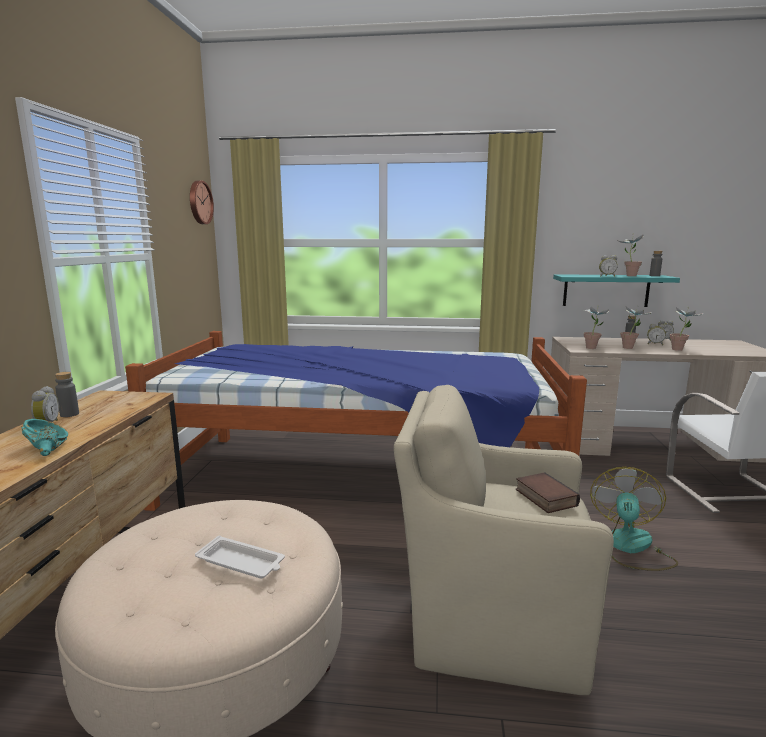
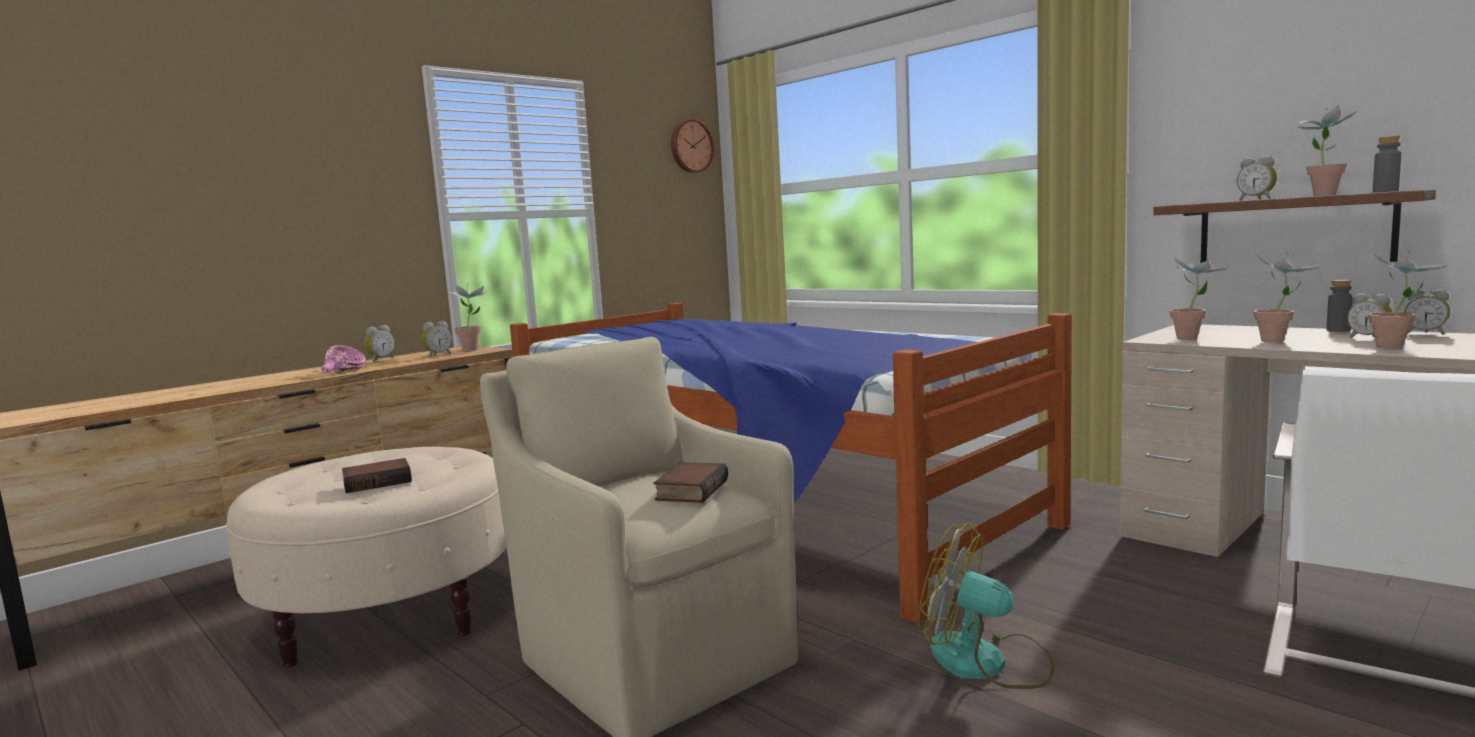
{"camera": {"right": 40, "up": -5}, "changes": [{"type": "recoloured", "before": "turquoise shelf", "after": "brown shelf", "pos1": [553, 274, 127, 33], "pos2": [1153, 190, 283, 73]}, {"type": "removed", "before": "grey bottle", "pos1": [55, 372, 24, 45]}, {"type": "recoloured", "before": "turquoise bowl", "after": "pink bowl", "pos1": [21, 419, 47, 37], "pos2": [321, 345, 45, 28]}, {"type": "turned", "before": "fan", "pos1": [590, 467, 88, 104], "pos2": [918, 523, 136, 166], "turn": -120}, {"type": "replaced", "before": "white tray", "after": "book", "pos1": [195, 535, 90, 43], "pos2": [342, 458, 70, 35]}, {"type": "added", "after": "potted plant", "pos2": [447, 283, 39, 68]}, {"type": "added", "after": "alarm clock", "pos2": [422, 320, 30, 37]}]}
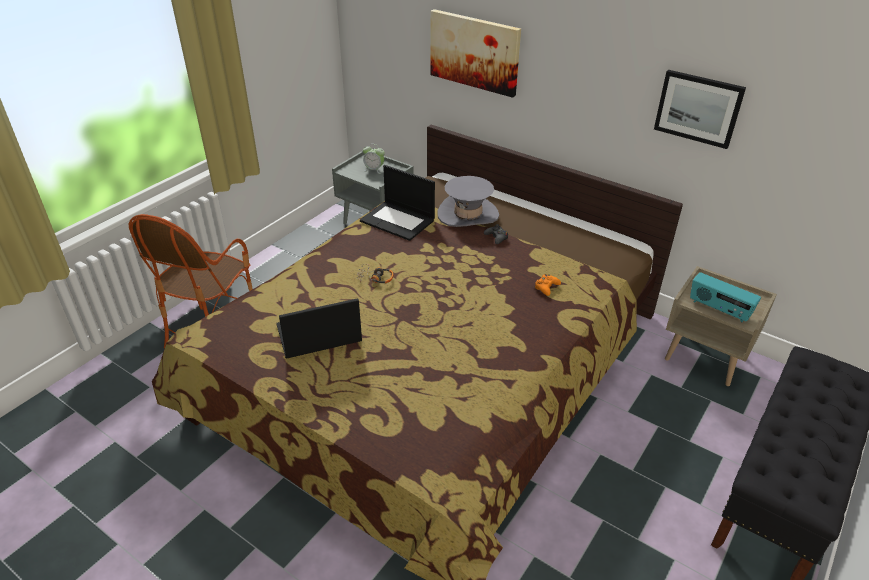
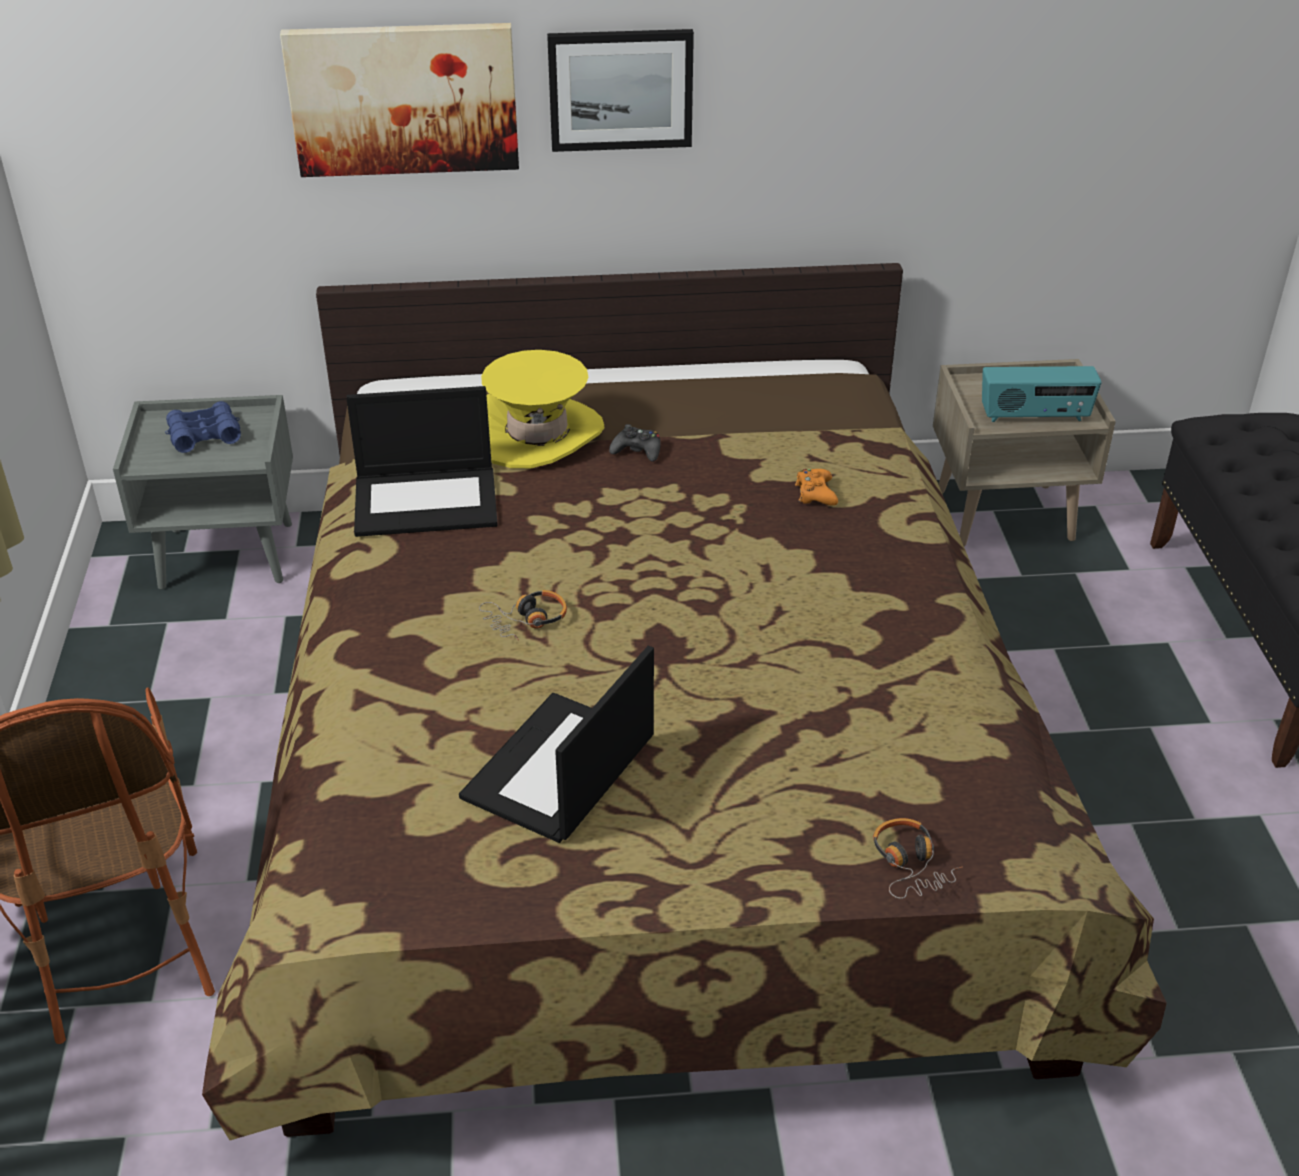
{"camera": {"right": -40, "up": 0}, "changes": [{"type": "moved", "before": "picture", "pos1": [654, 70, 92, 79], "pos2": [547, 29, 147, 123]}, {"type": "replaced", "before": "alarm clock", "after": "blue binoculars", "pos1": [363, 144, 22, 30], "pos2": [165, 401, 76, 52]}, {"type": "recoloured", "before": "grey hat", "after": "yellow hat", "pos1": [437, 176, 62, 51], "pos2": [481, 350, 124, 118]}, {"type": "added", "after": "headphones", "pos2": [873, 818, 90, 81]}]}
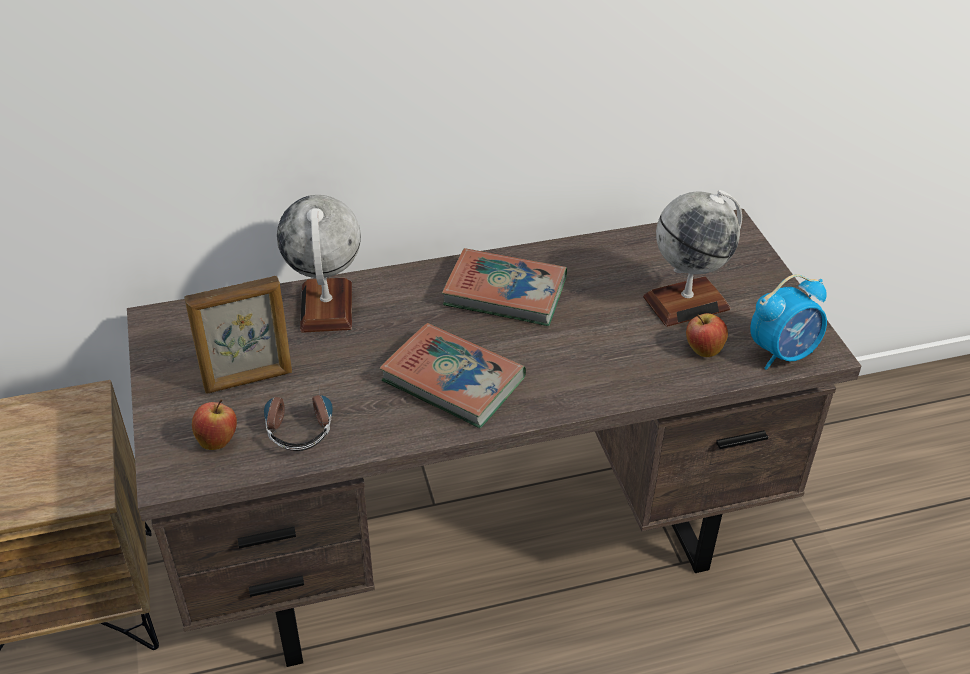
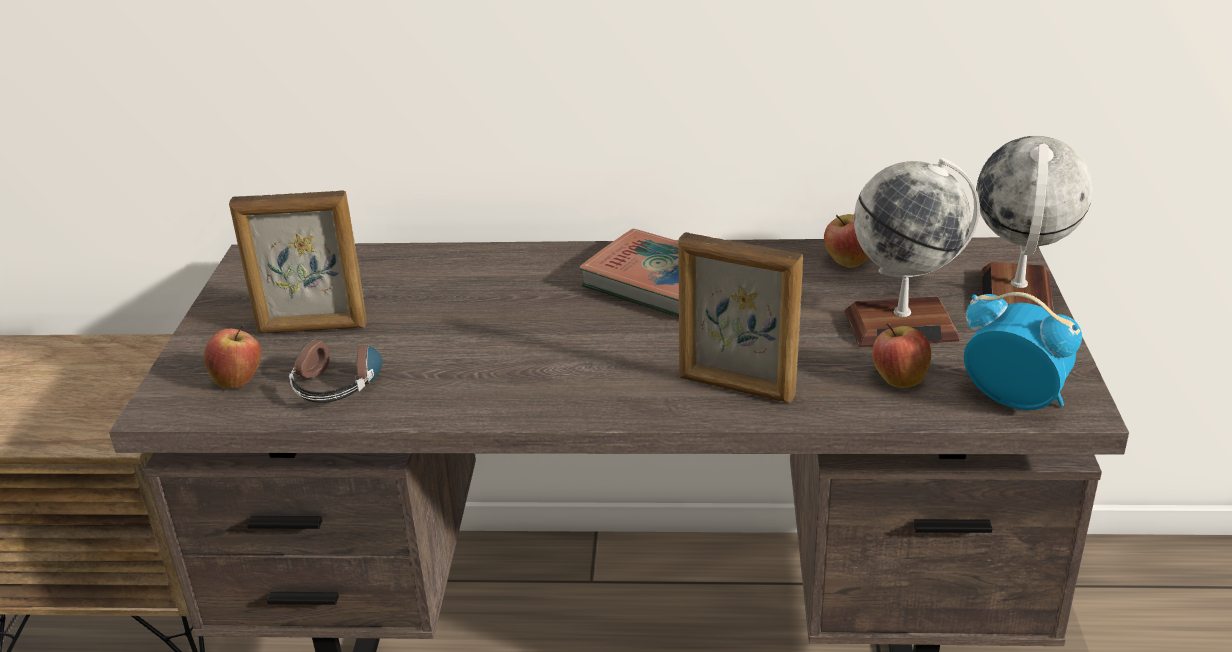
{"camera": {"right": 20, "up": -10}, "changes": [{"type": "moved", "before": "globe", "pos1": [277, 195, 84, 138], "pos2": [976, 136, 117, 176]}, {"type": "turned", "before": "alarm clock", "pos1": [750, 274, 77, 96], "pos2": [964, 292, 118, 118], "turn": -135}, {"type": "removed", "before": "book", "pos1": [380, 323, 146, 105]}, {"type": "added", "after": "apple", "pos2": [824, 214, 44, 53]}, {"type": "added", "after": "picture frame", "pos2": [679, 232, 124, 171]}]}
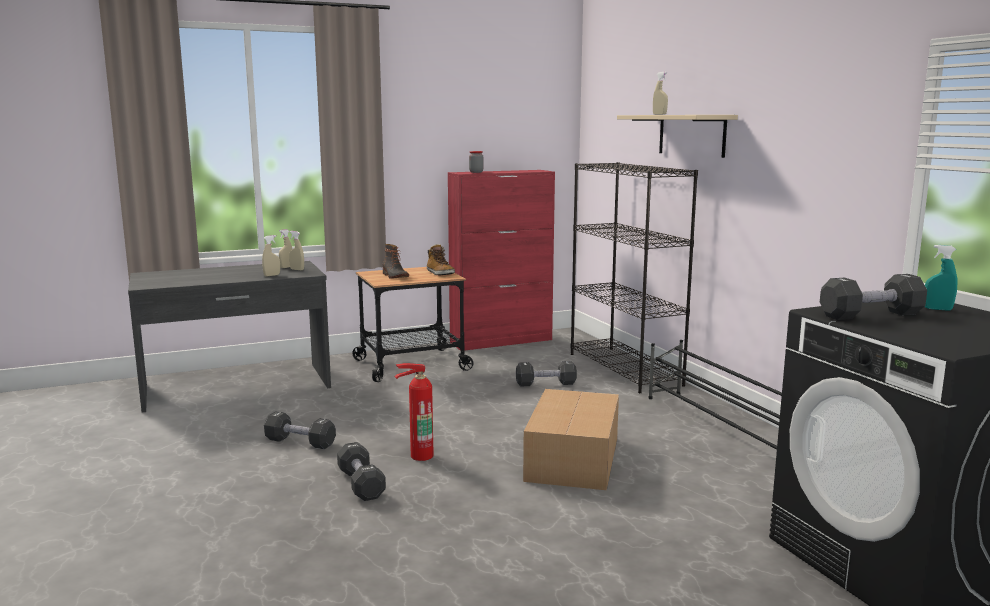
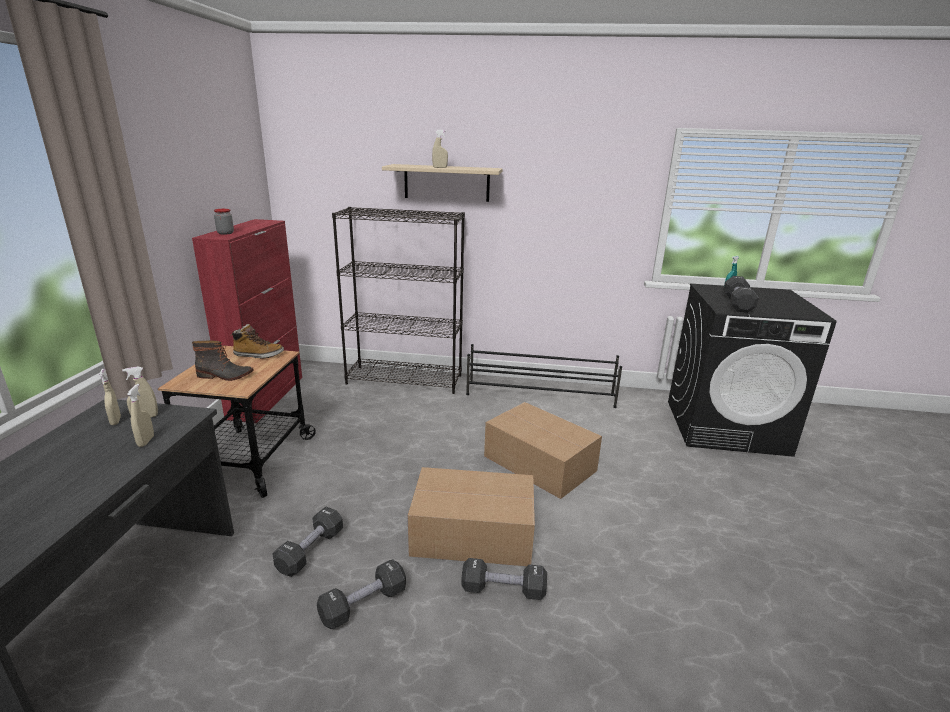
{"camera": {"right": -60, "up": 10}, "changes": [{"type": "moved", "before": "black dumbbell", "pos1": [516, 361, 61, 25], "pos2": [272, 507, 71, 70]}, {"type": "replaced", "before": "fire extinguisher", "after": "cardboard box", "pos1": [394, 363, 40, 98], "pos2": [408, 467, 127, 99]}]}
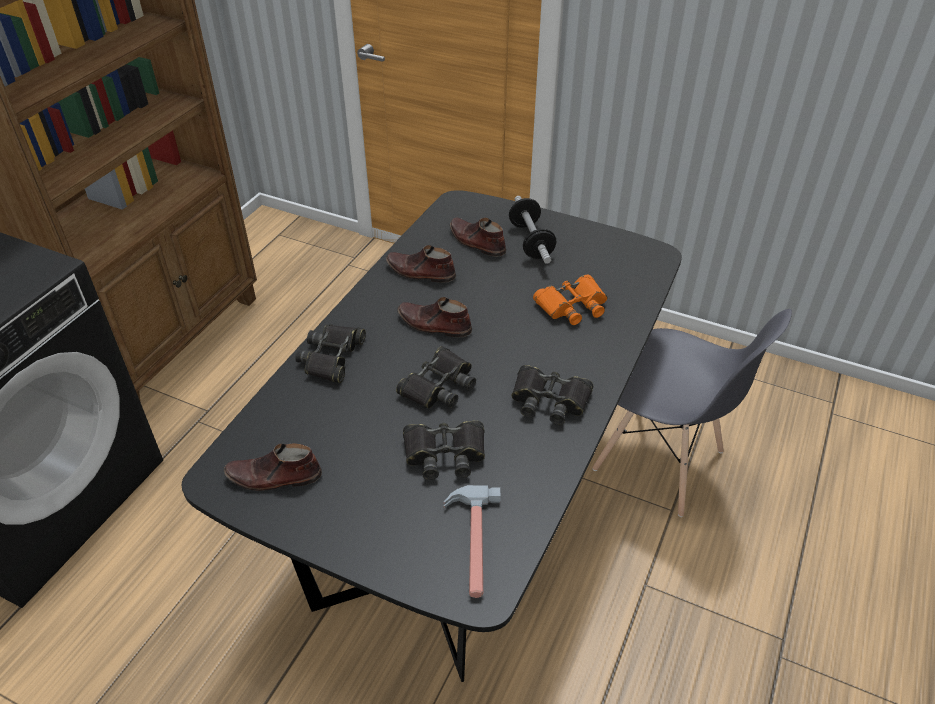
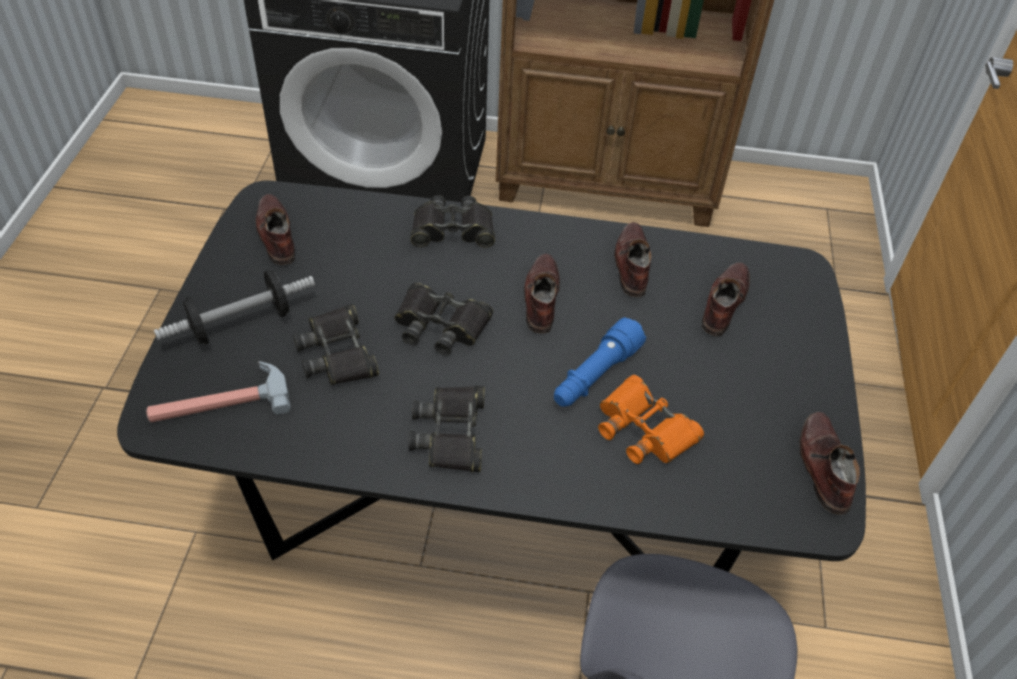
{"camera": {"right": 70, "up": 5}, "changes": [{"type": "moved", "before": "dumbbell", "pos1": [509, 196, 47, 68], "pos2": [154, 270, 161, 75]}, {"type": "added", "after": "blue flashlight", "pos2": [554, 317, 92, 89]}, {"type": "added", "after": "brown shoe", "pos2": [799, 412, 61, 103]}]}
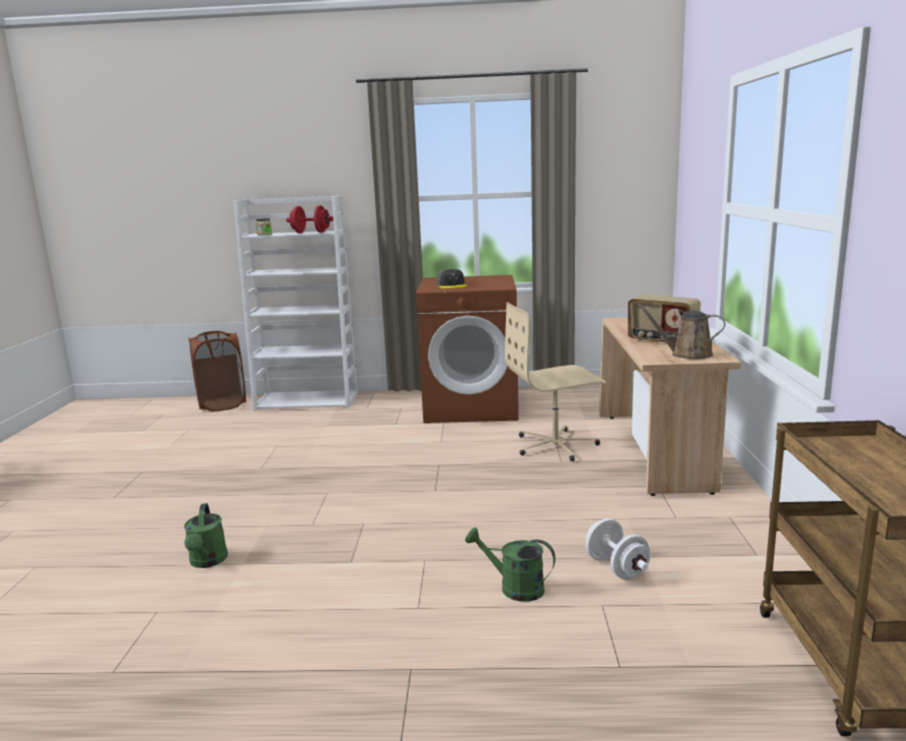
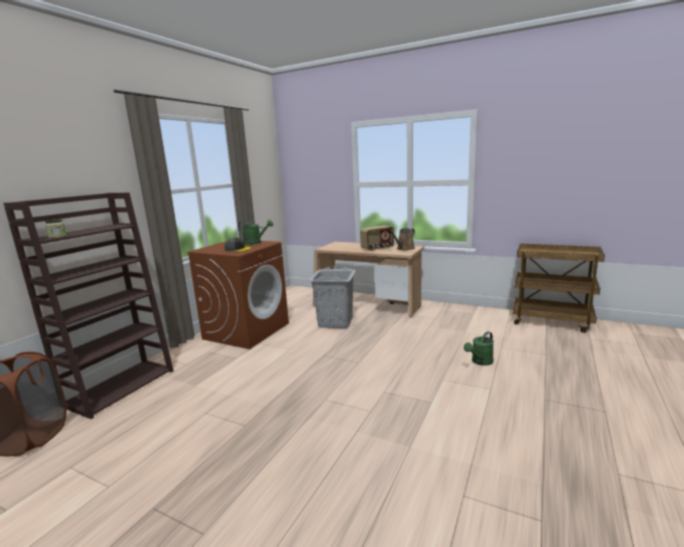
{"camera": {"right": -65, "up": 0}, "changes": [{"type": "recoloured", "before": "white bookcase", "after": "brown bookcase", "pos1": [234, 195, 124, 216], "pos2": [3, 192, 171, 227]}, {"type": "removed", "before": "red dumbbell", "pos1": [286, 206, 47, 27]}, {"type": "replaced", "before": "beige office chair", "after": "grey laundry basket", "pos1": [505, 302, 101, 159], "pos2": [309, 267, 47, 61]}, {"type": "moved", "before": "green watering can", "pos1": [184, 503, 44, 65], "pos2": [238, 220, 35, 25]}, {"type": "removed", "before": "white dumbbell", "pos1": [585, 518, 65, 61]}]}
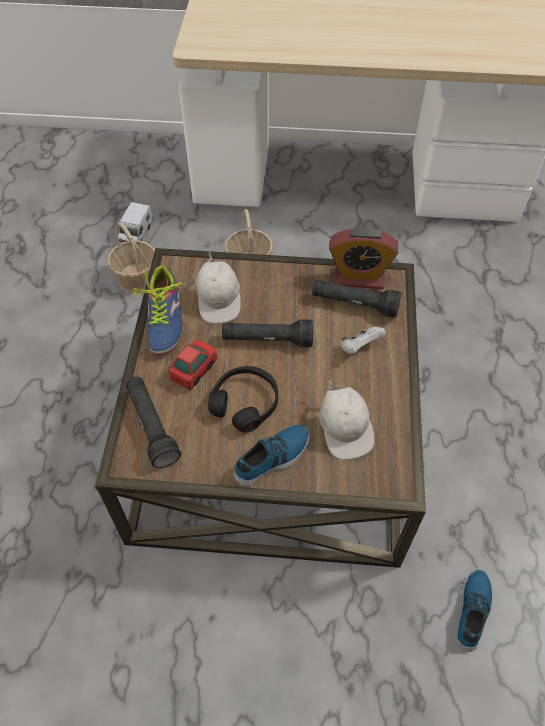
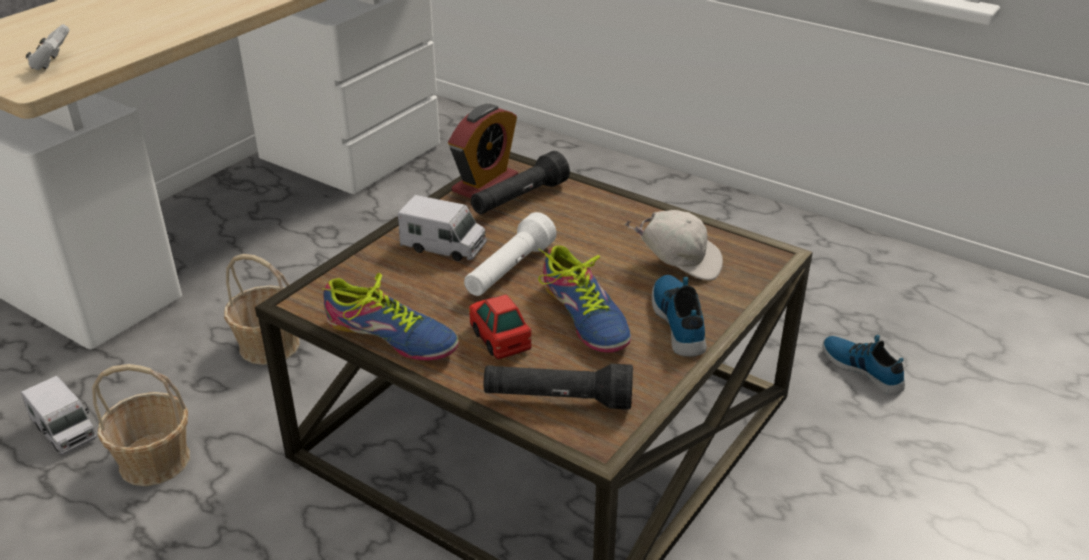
{"camera": {"right": -60, "up": -20}, "changes": [{"type": "removed", "before": "white cap", "pos1": [196, 252, 45, 72]}, {"type": "recoloured", "before": "black flashlight", "after": "white flashlight", "pos1": [222, 319, 91, 28], "pos2": [464, 212, 93, 84]}, {"type": "moved", "before": "white game controller", "pos1": [341, 327, 45, 27], "pos2": [26, 24, 44, 46]}, {"type": "replaced", "before": "black headphones", "after": "shoe", "pos1": [208, 366, 70, 67], "pos2": [538, 245, 93, 108]}, {"type": "added", "after": "toy truck", "pos2": [398, 195, 89, 66]}]}
